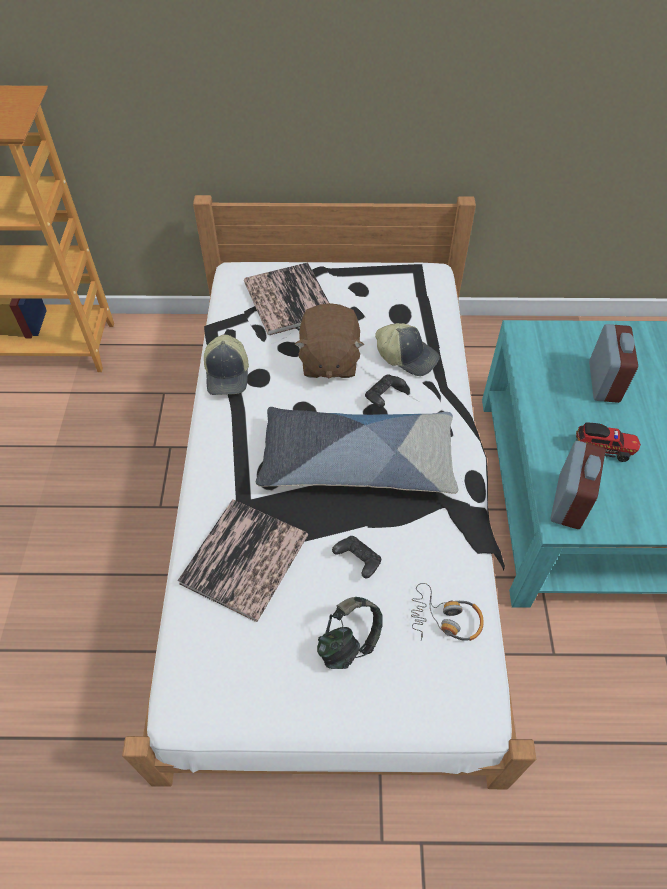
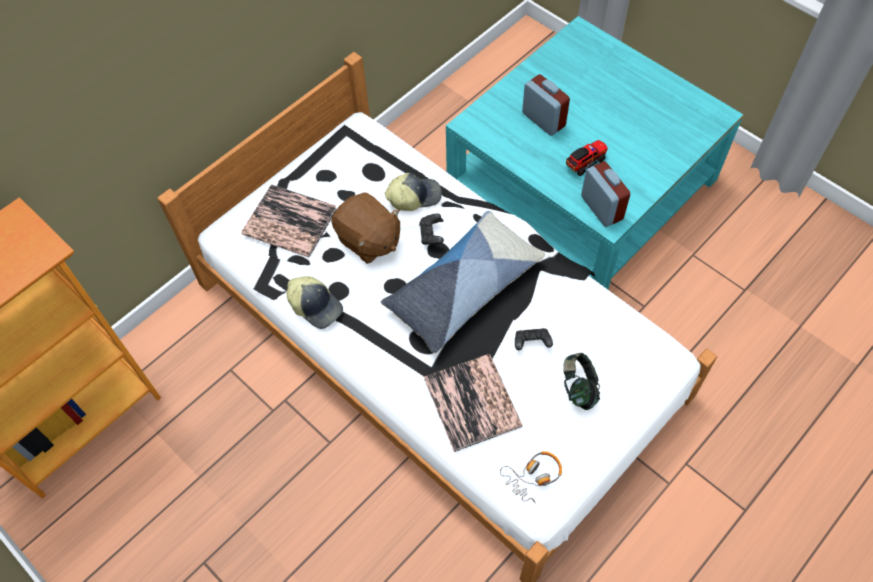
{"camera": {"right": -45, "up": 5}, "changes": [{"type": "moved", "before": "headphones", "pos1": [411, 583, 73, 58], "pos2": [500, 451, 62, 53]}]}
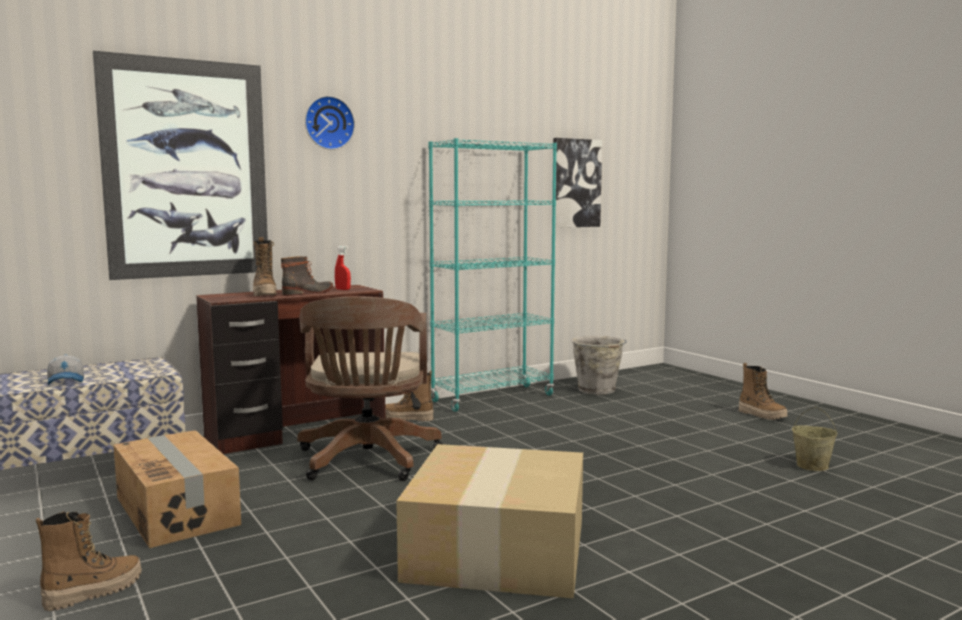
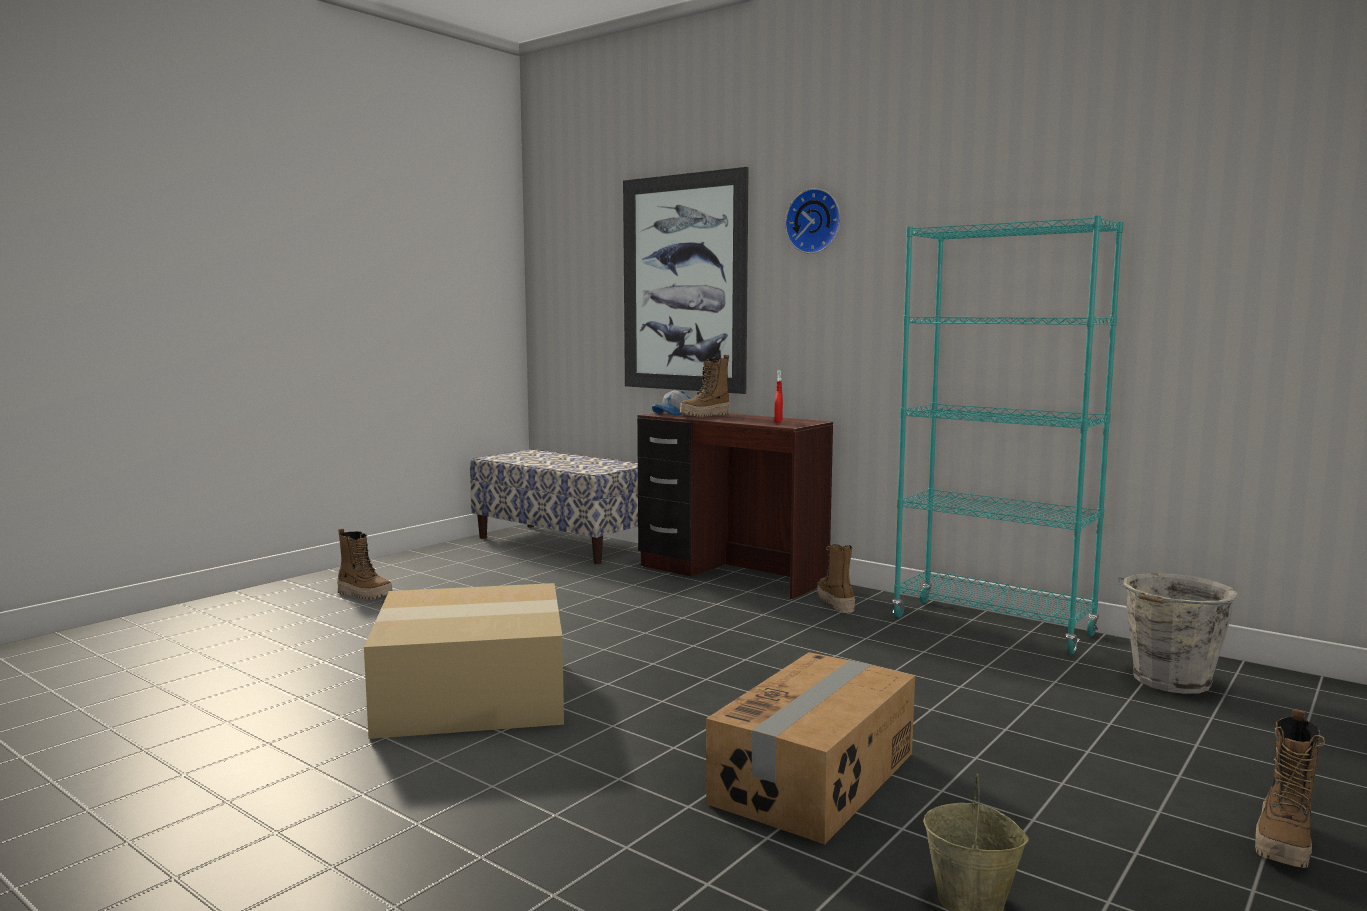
{"camera": {"right": 70, "up": 0}, "changes": [{"type": "removed", "before": "picture", "pos1": [553, 138, 49, 90]}, {"type": "removed", "before": "boot", "pos1": [281, 256, 52, 40]}, {"type": "removed", "before": "brown office chair", "pos1": [297, 296, 145, 185]}, {"type": "moved", "before": "cap", "pos1": [47, 355, 37, 30], "pos2": [652, 390, 39, 25]}, {"type": "moved", "before": "cardboard box", "pos1": [113, 430, 128, 118], "pos2": [706, 652, 209, 192]}]}
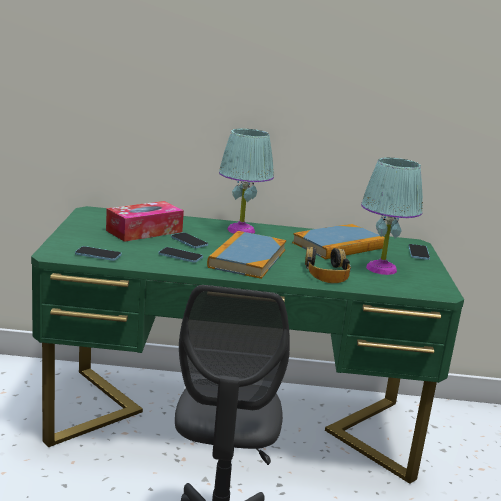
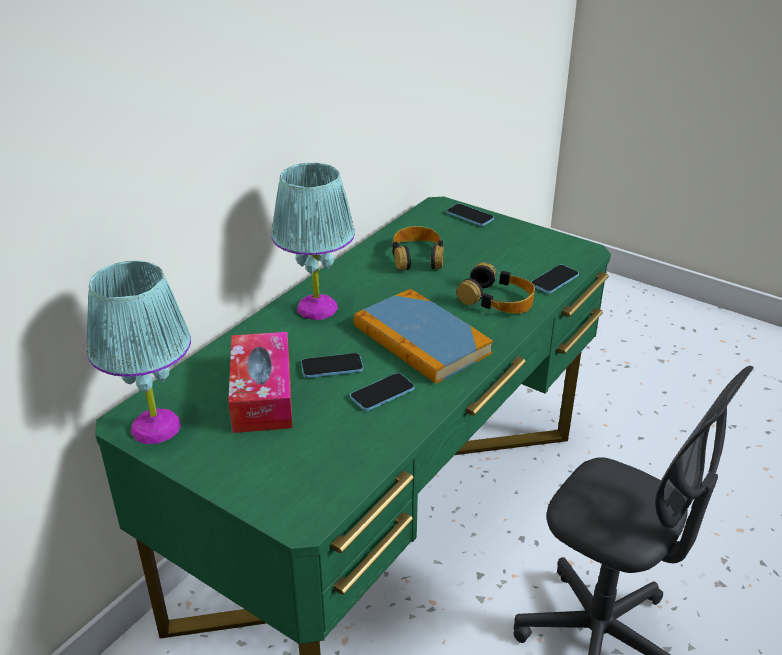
{"camera": {"right": -55, "up": 15}, "changes": [{"type": "moved", "before": "turquoise table lamp", "pos1": [361, 158, 62, 117], "pos2": [87, 260, 104, 184]}, {"type": "replaced", "before": "book", "after": "headphones", "pos1": [292, 224, 93, 35], "pos2": [392, 226, 52, 44]}, {"type": "moved", "before": "phone", "pos1": [75, 246, 47, 15], "pos2": [531, 265, 48, 28]}]}
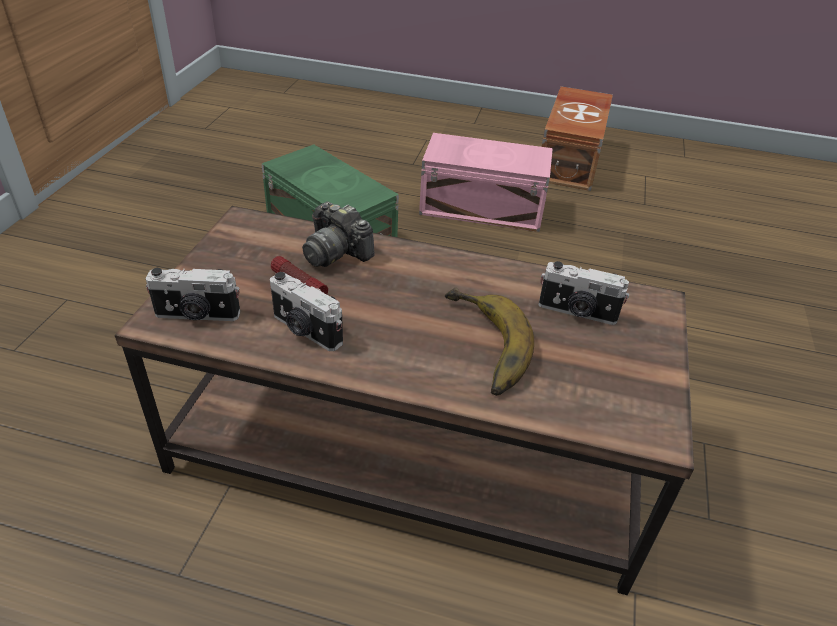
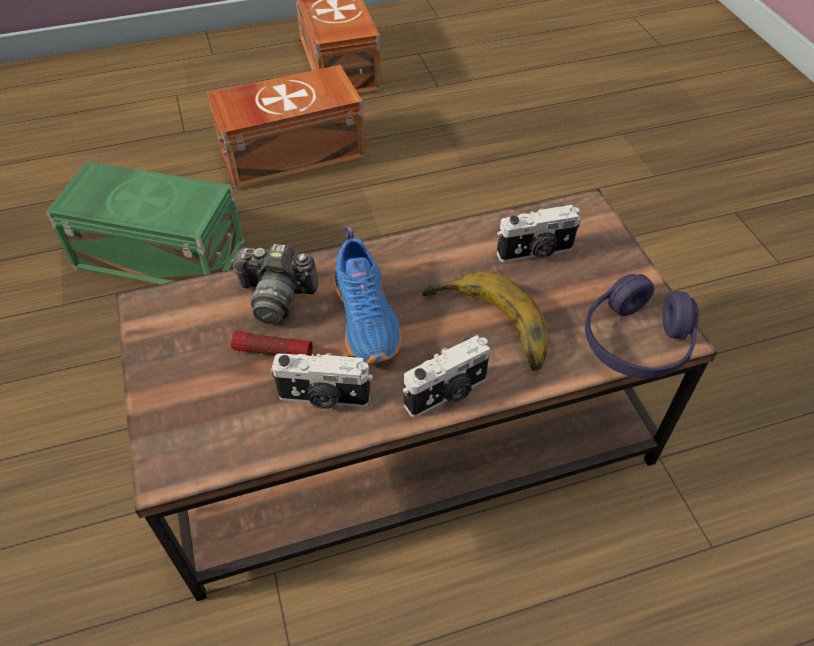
{"camera": {"right": -30, "up": 10}, "changes": [{"type": "recoloured", "before": "pink storage box", "after": "brown storage box", "pos1": [419, 133, 134, 99], "pos2": [207, 65, 158, 125]}, {"type": "moved", "before": "photo camera", "pos1": [146, 268, 94, 53], "pos2": [403, 335, 87, 82]}, {"type": "added", "after": "blue shoe", "pos2": [334, 227, 67, 137]}, {"type": "added", "after": "purple headphones", "pos2": [585, 274, 114, 104]}]}
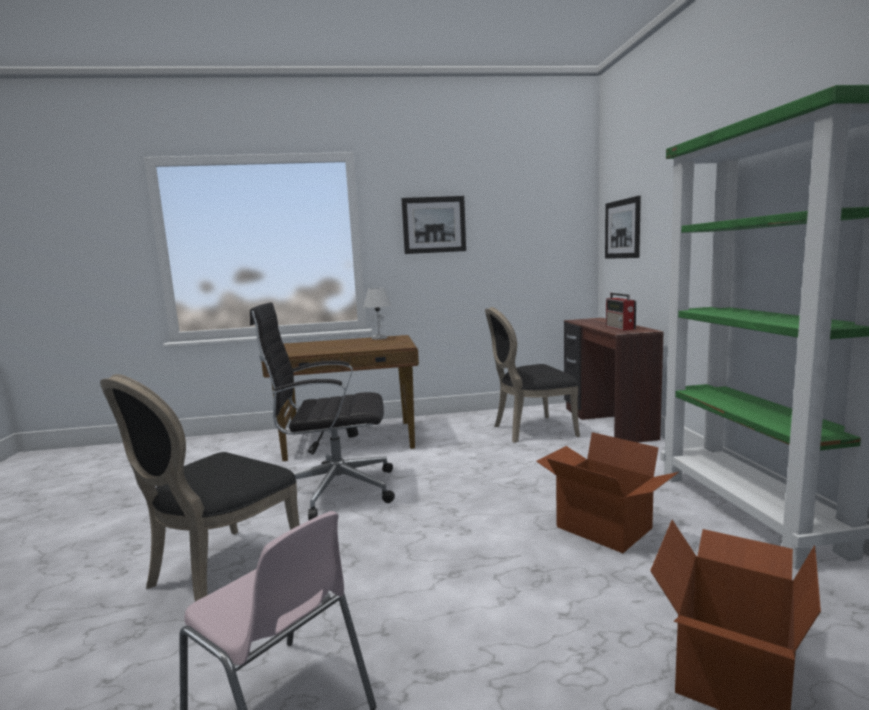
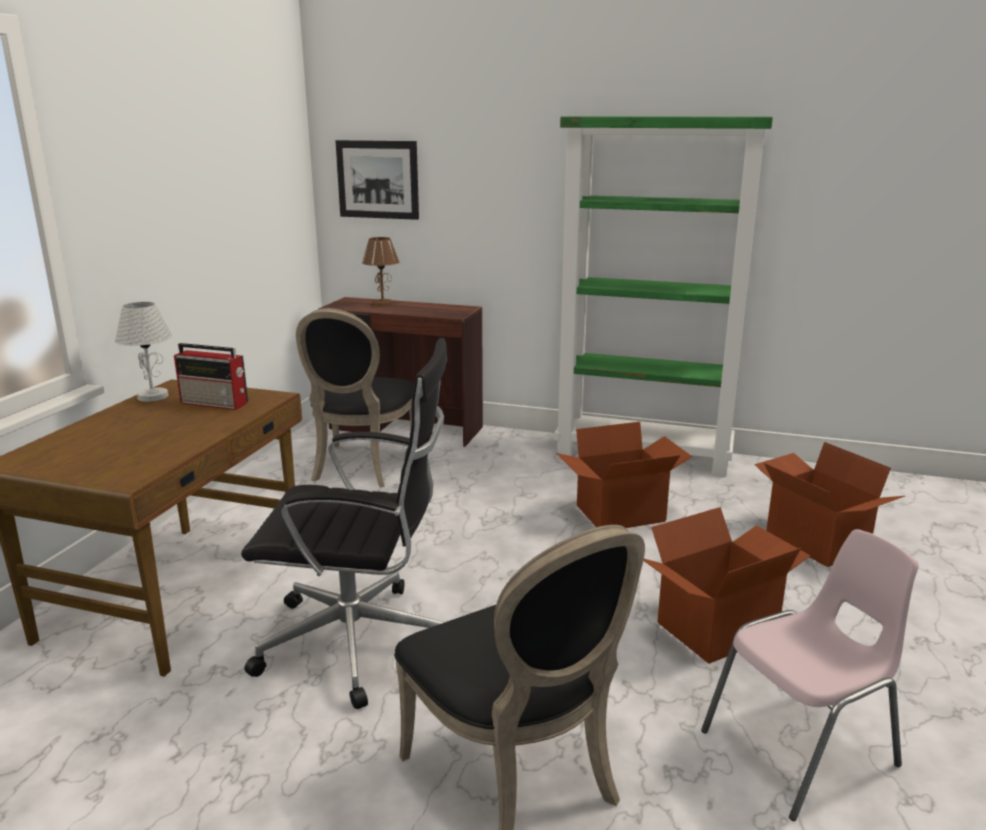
{"camera": {"right": -65, "up": 10}, "changes": [{"type": "removed", "before": "picture", "pos1": [401, 196, 65, 58]}, {"type": "moved", "before": "radio", "pos1": [606, 293, 30, 37], "pos2": [174, 343, 74, 67]}, {"type": "turned", "before": "black office chair", "pos1": [250, 302, 145, 218], "pos2": [241, 338, 207, 371], "turn": -105}, {"type": "added", "after": "brown table lamp", "pos2": [362, 237, 37, 70]}, {"type": "added", "after": "cardboard box", "pos2": [643, 507, 168, 157]}]}
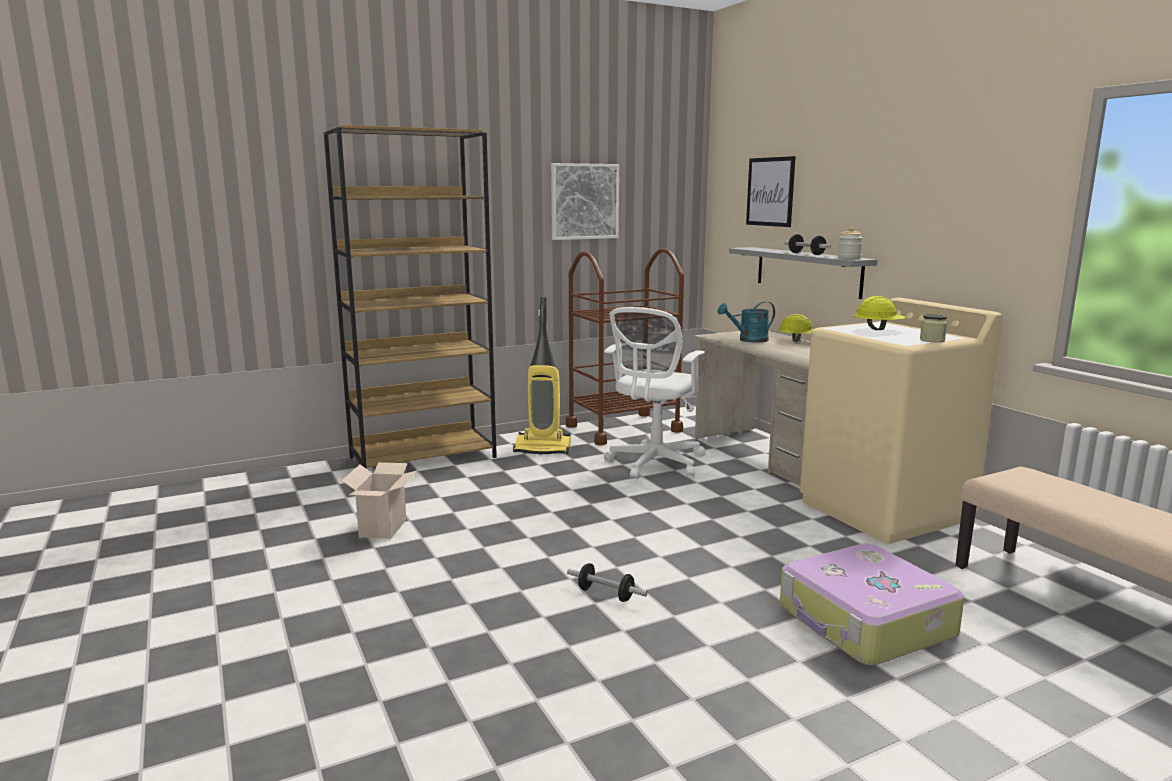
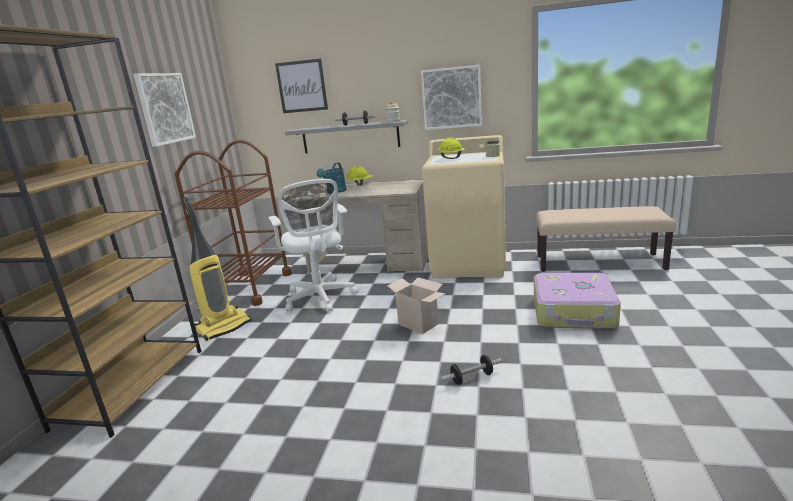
{"camera": {"right": -50, "up": 5}, "changes": [{"type": "moved", "before": "cardboard box", "pos1": [342, 462, 76, 77], "pos2": [387, 277, 59, 57]}, {"type": "added", "after": "picture", "pos2": [421, 65, 61, 65]}]}
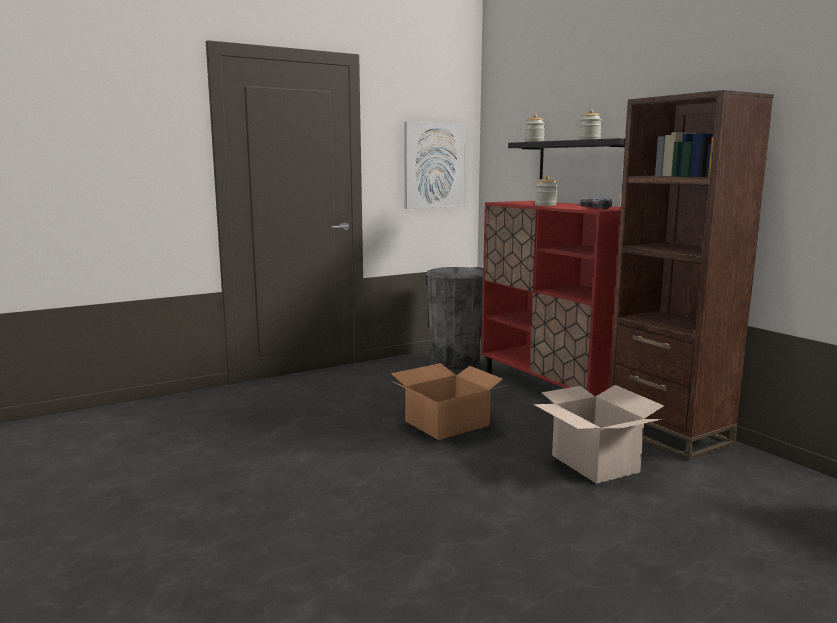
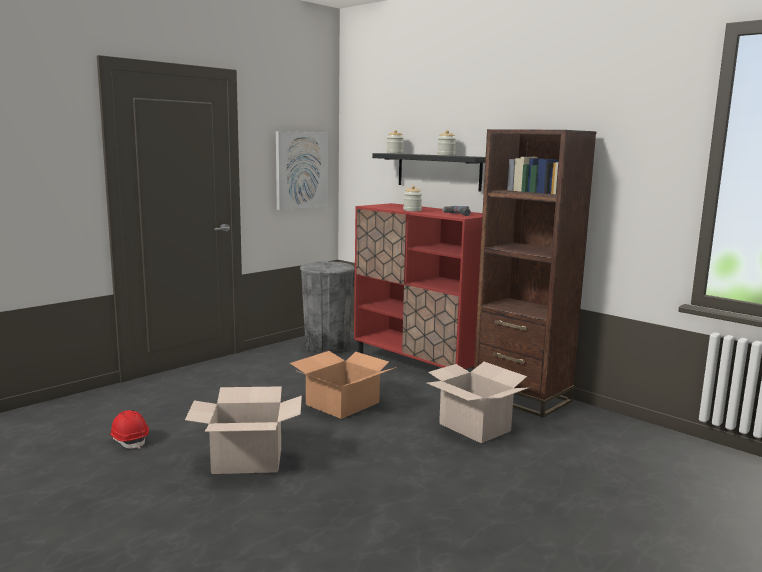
{"camera": {"right": -15, "up": 0}, "changes": [{"type": "added", "after": "cardboard box", "pos2": [185, 386, 117, 88]}, {"type": "added", "after": "red hard hat", "pos2": [109, 410, 40, 39]}]}
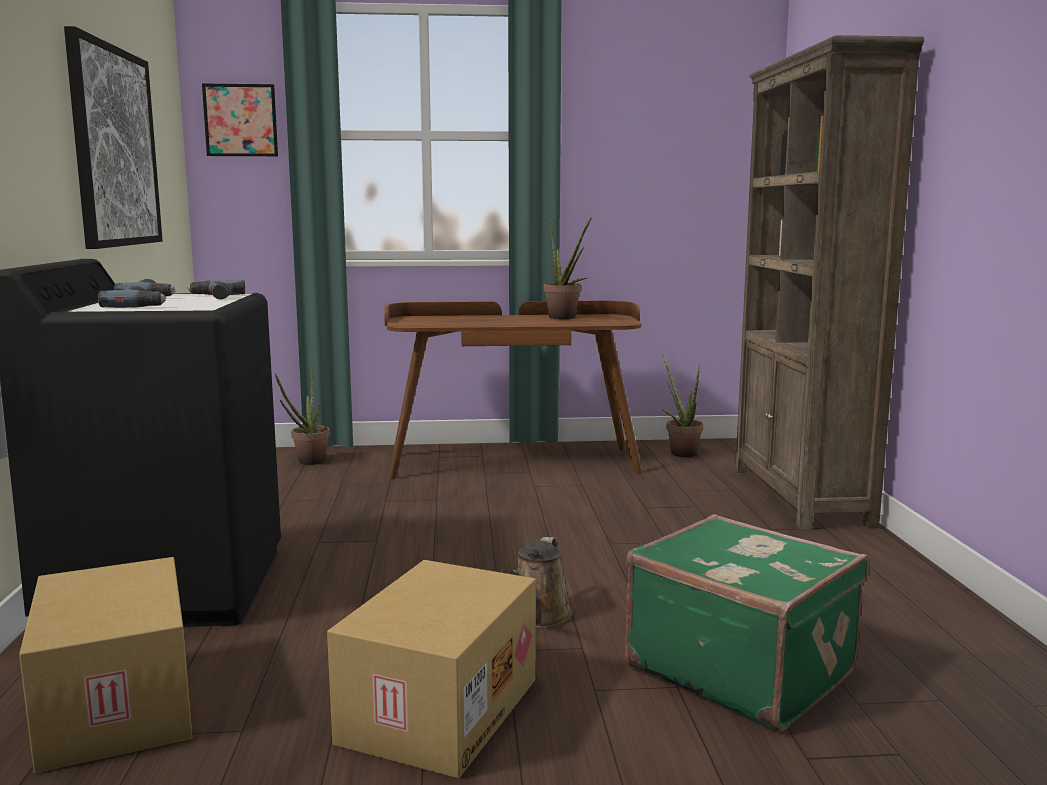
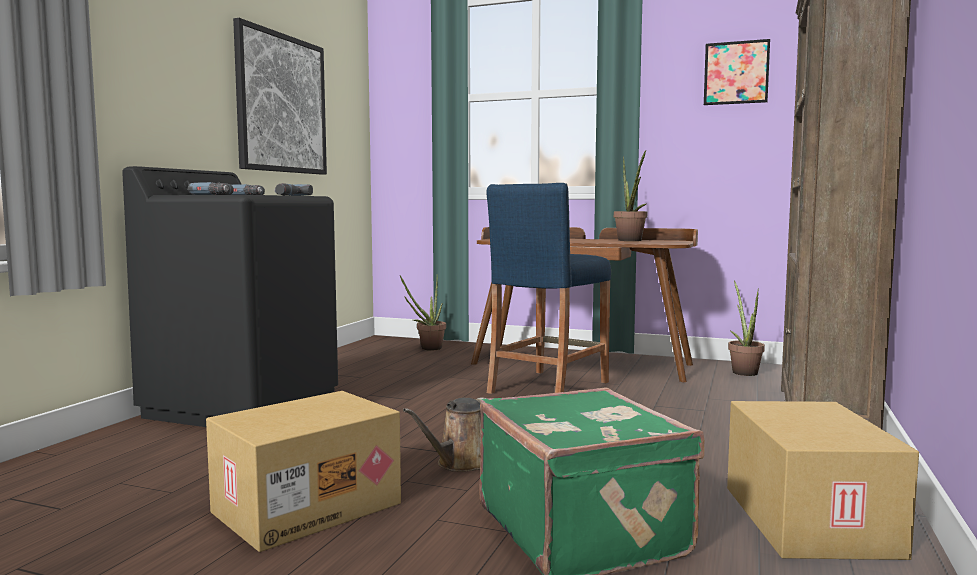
{"camera": {"right": 25, "up": -5}, "changes": [{"type": "moved", "before": "picture", "pos1": [202, 84, 76, 72], "pos2": [704, 39, 66, 66]}, {"type": "moved", "before": "cardboard box", "pos1": [19, 557, 173, 216], "pos2": [727, 401, 192, 159]}, {"type": "added", "after": "blue stool", "pos2": [486, 183, 125, 211]}]}
